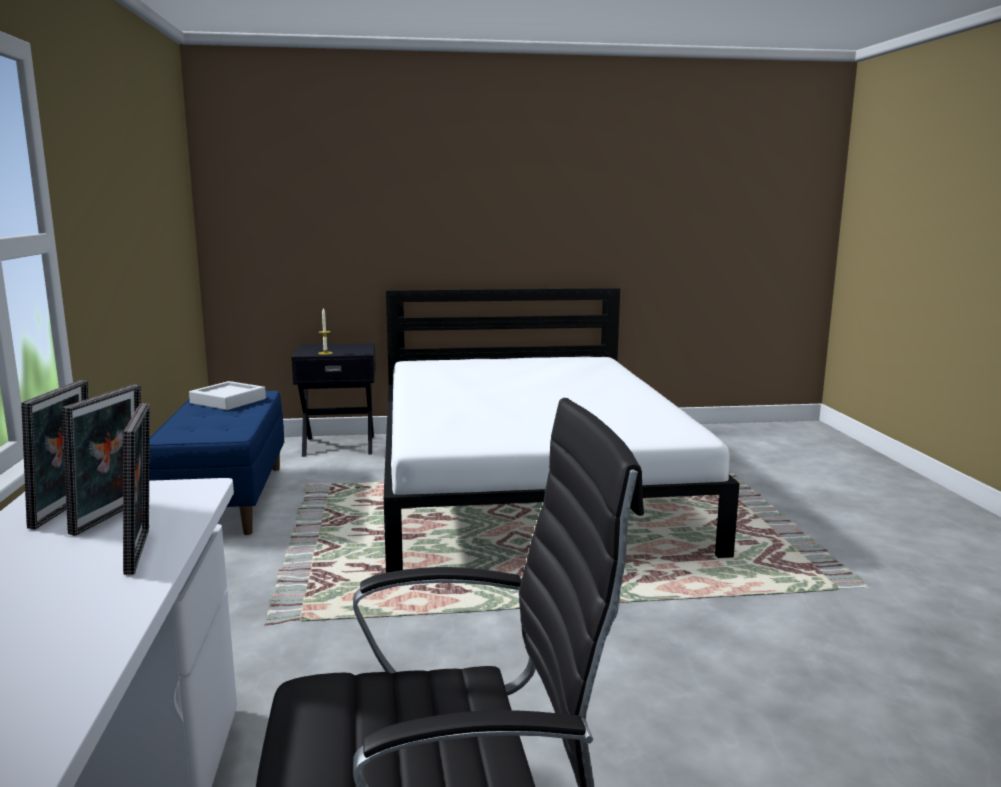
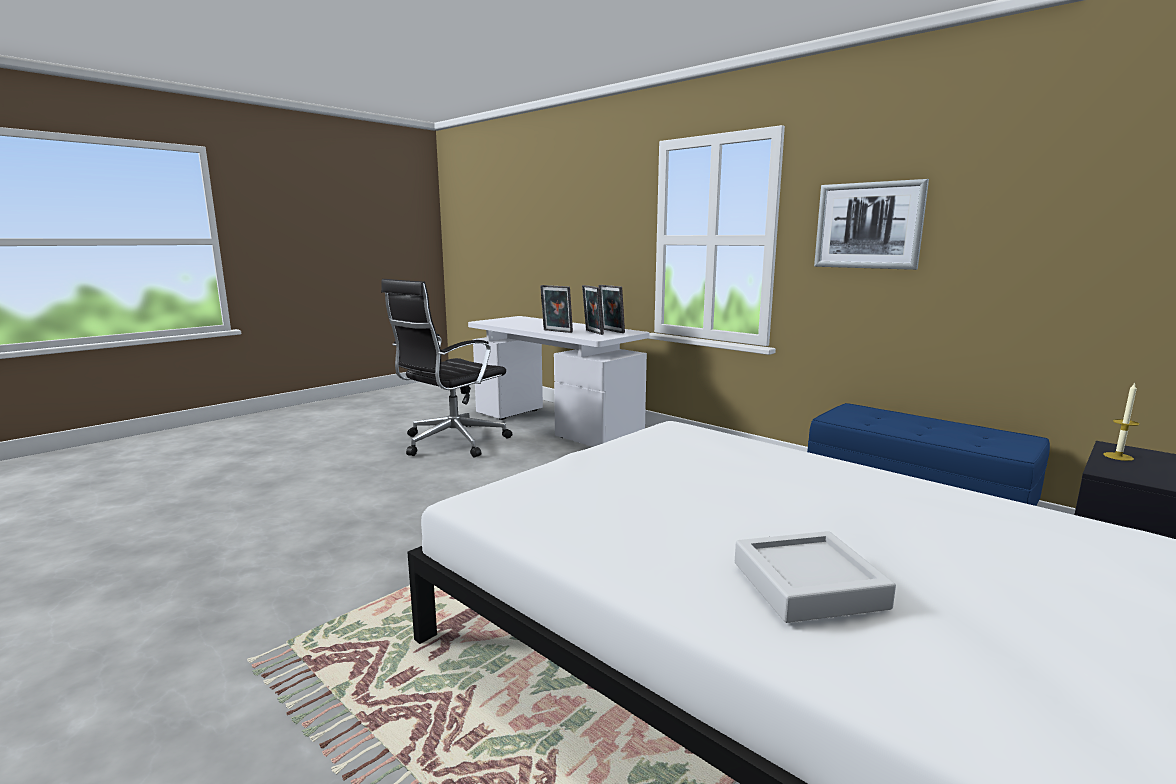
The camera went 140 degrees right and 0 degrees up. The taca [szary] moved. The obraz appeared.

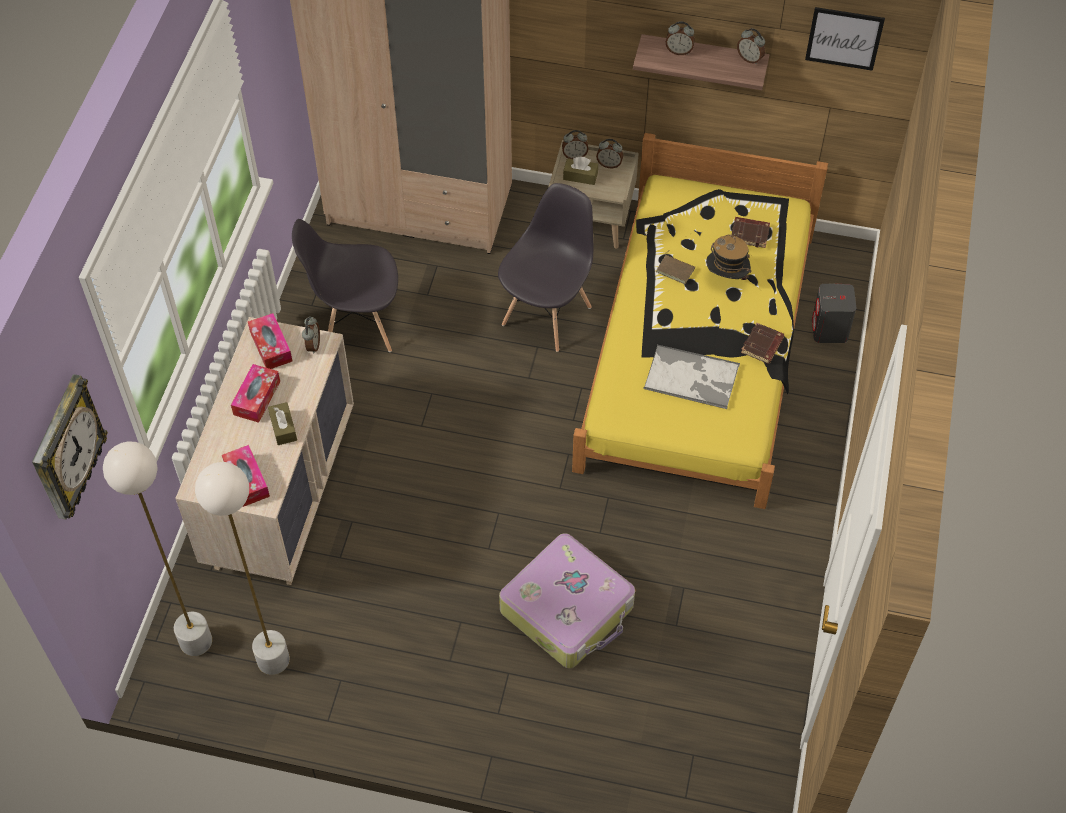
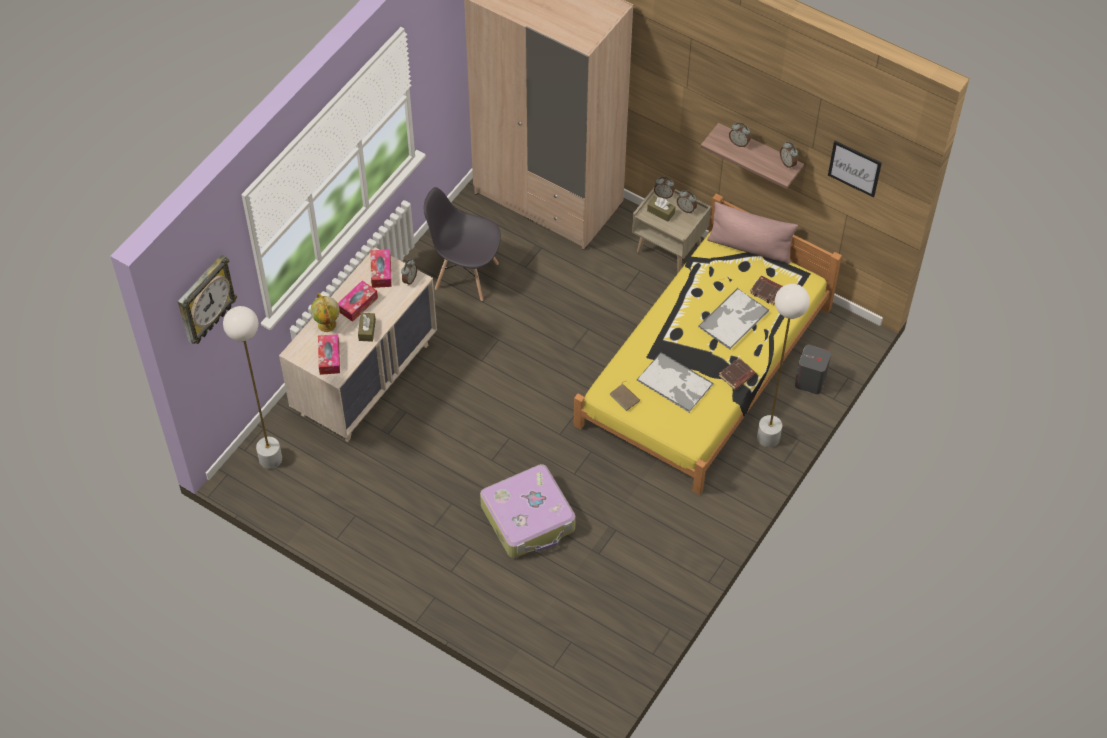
The camera went 20 degrees right and 0 degrees up. The globus appeared. The książka [brązowy] (no. 1 from left) moved. The kapelusz was replaced by the taca (no. 2 from left). The poduszka [różowy] appeared. The lampa stojąca [biały] (no. 2 from left) moved. The krzesło [szary] (no. 2 from left) disappeared.

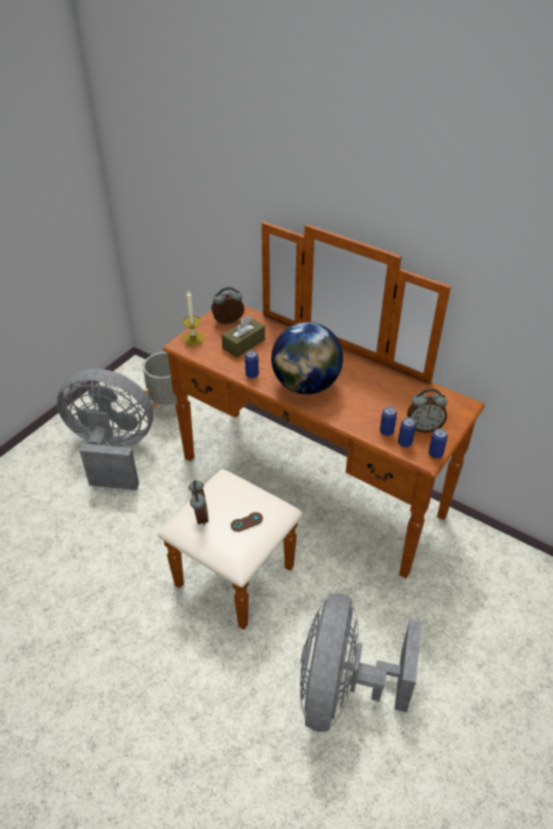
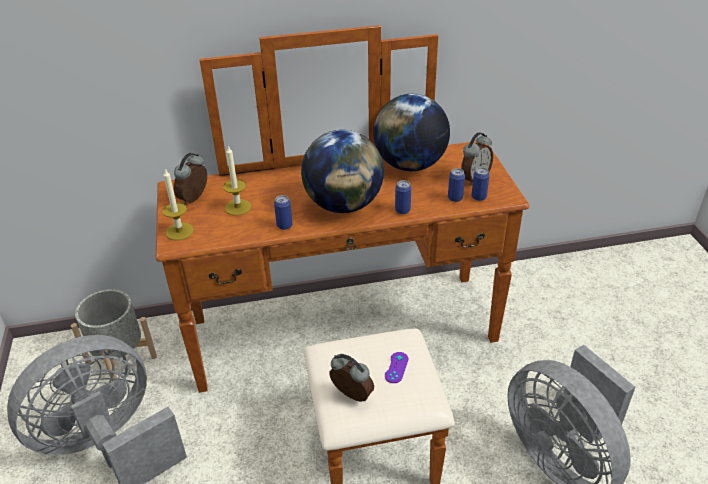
The camera went 45 degrees left and 5 degrees down. The pudełko chusteczek [brązowy] was replaced by the świeca (no. 2 from left). The globus (no. 2 from left) appeared. The pad do gier [brązowy] became the pad do gier [fioletowy]. The puszka (no. 4 from left in the first image) moved.

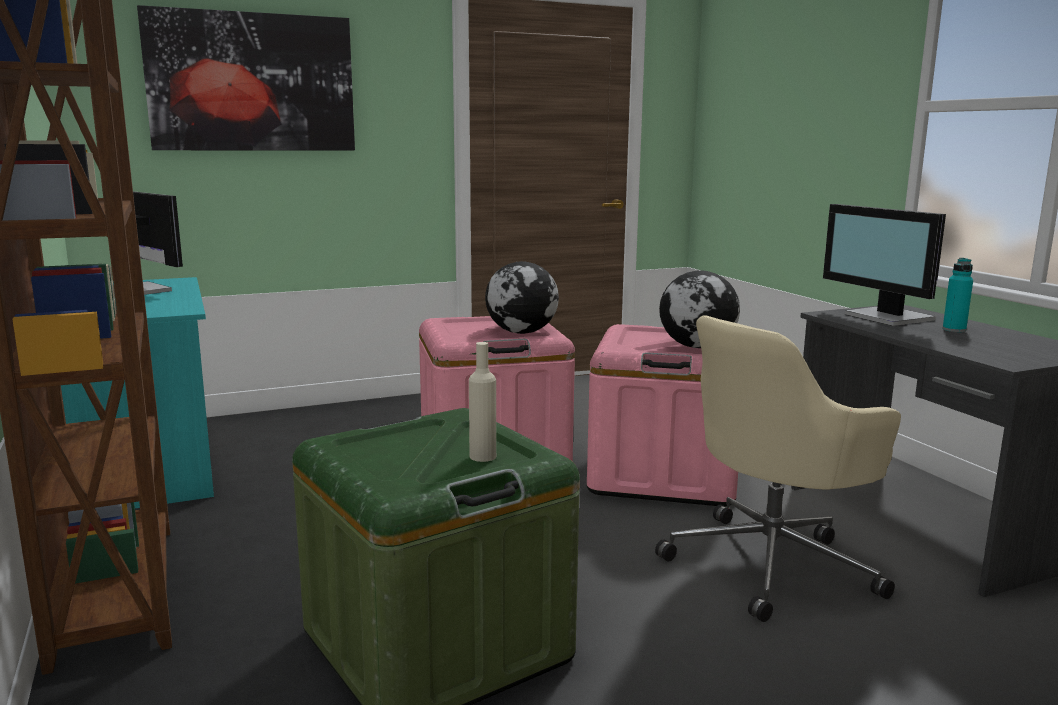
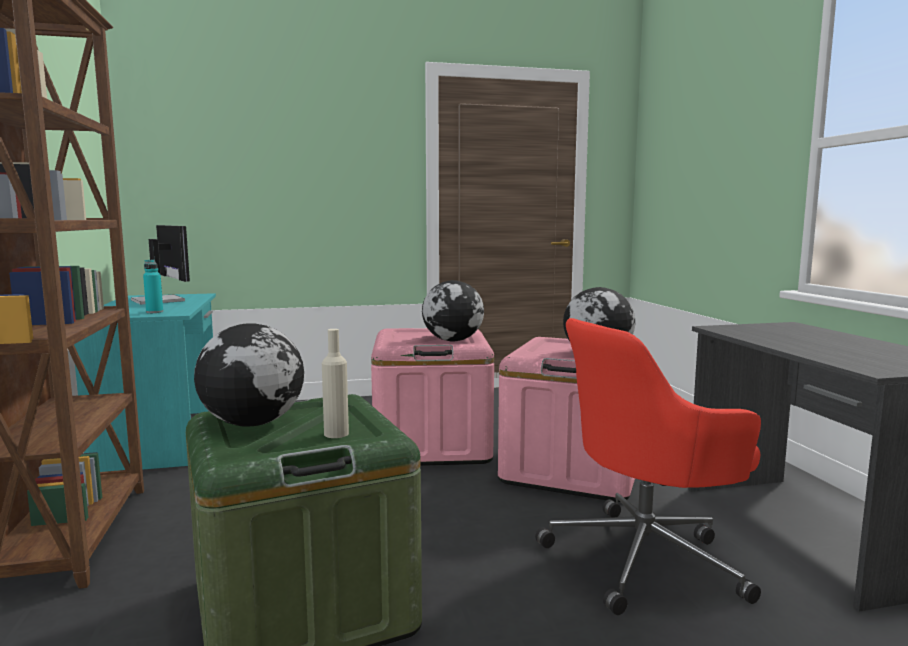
The camera went 10 degrees right and 5 degrees down. The butelka [turkusowy] moved. The globus (no. 1 from left) appeared. The krzesło biurowe [beżowy] became the krzesło biurowe [czerwony]. The obraz disappeared. The monitor (no. 2 from left) disappeared.

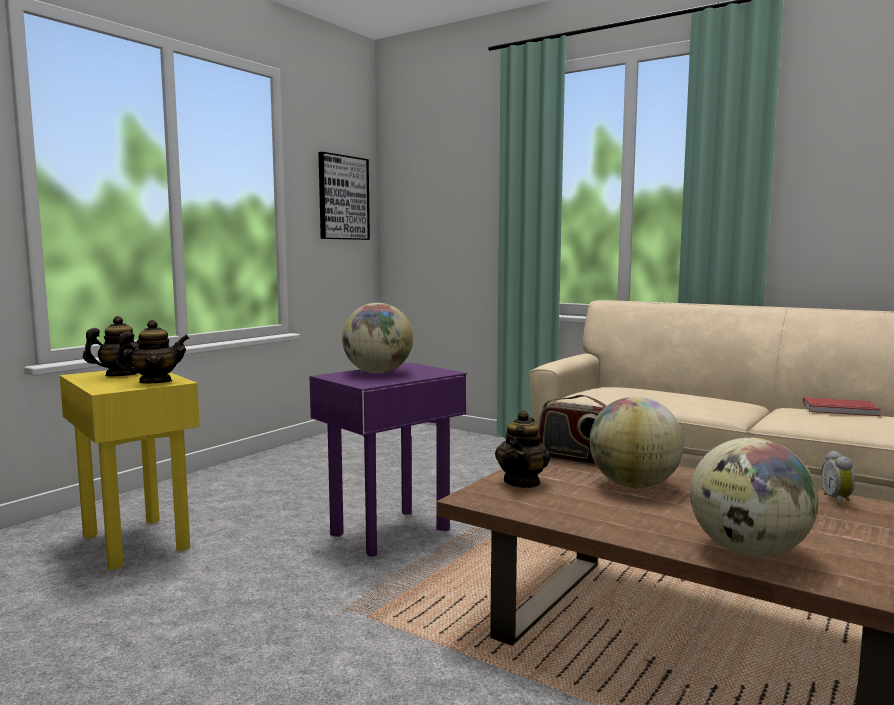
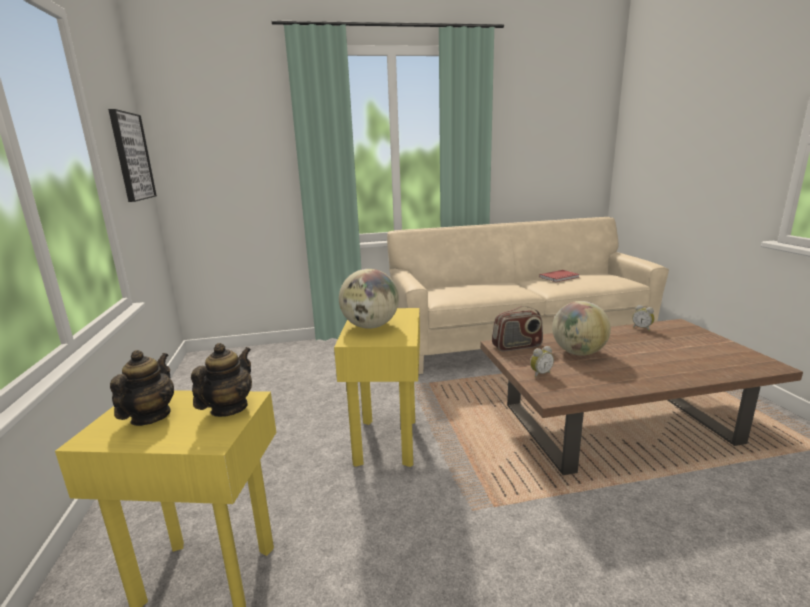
The camera went 45 degrees left and 10 degrees up. The stolik [fioletowy] became the stolik [żółty] (no. 2 from left). The imbryk (no. 3 from left) was replaced by the budzik (no. 1 from left). The globus (no. 3 from left) disappeared.

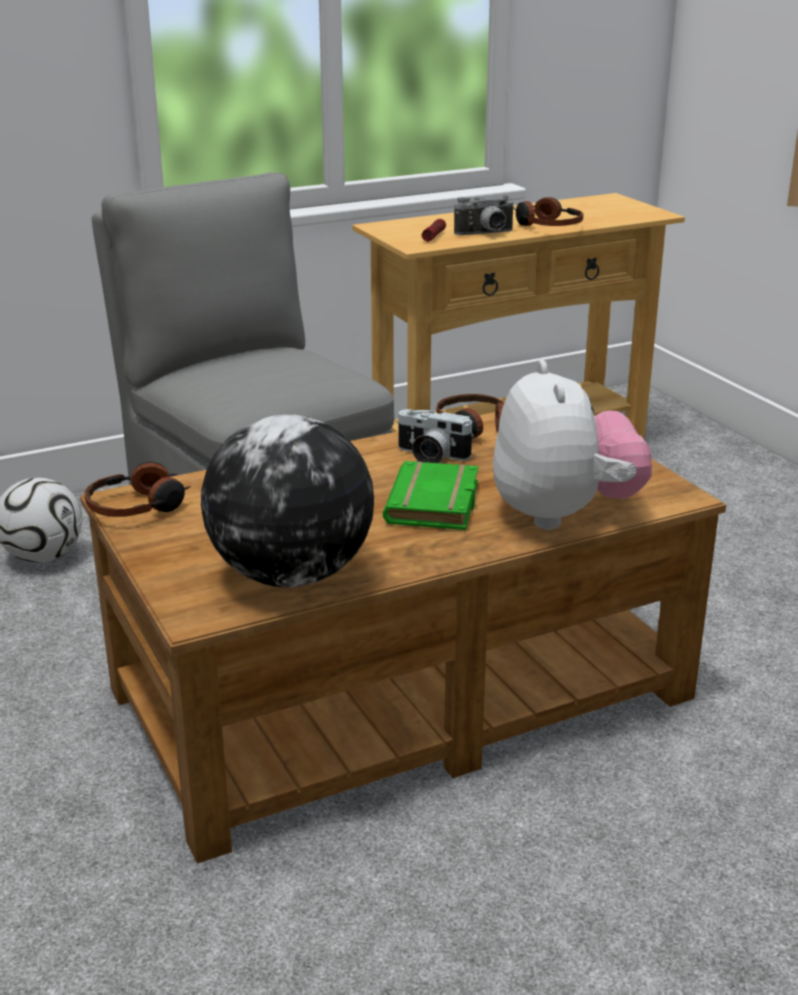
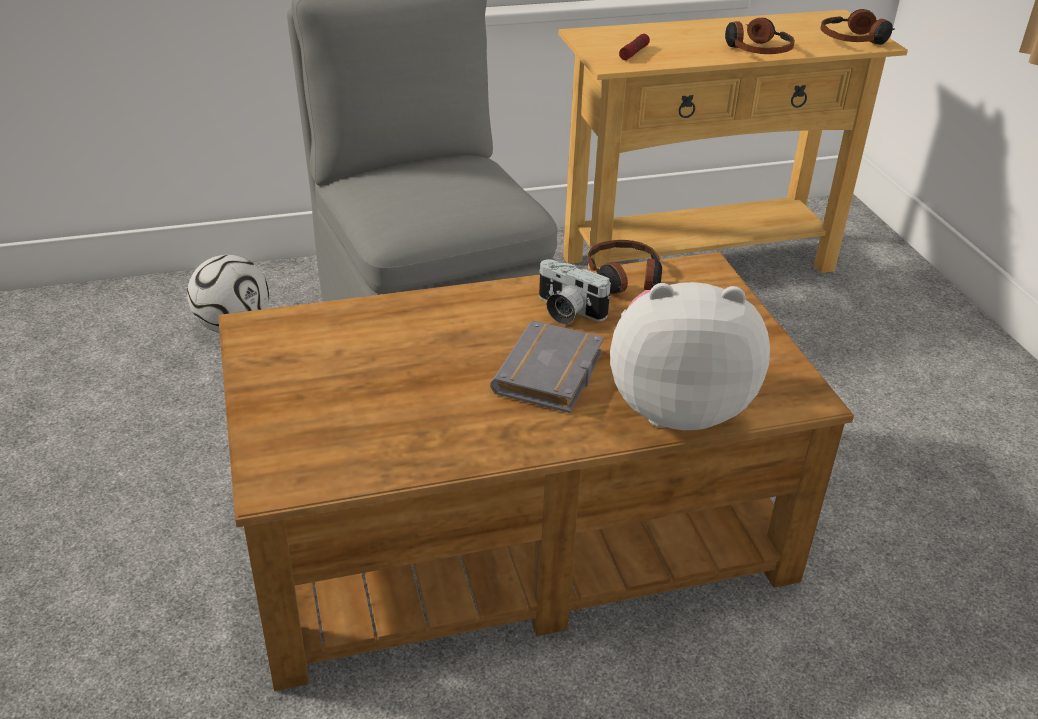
The camera went 10 degrees right and 10 degrees up. The książka [zielony] became the książka [szary]. The pluszak turned 90 degrees counterclockwise. The słuchawki (no. 1 from left in the first image) moved. The globus disappeared. The aparat fotograficzny (no. 2 from left) disappeared.

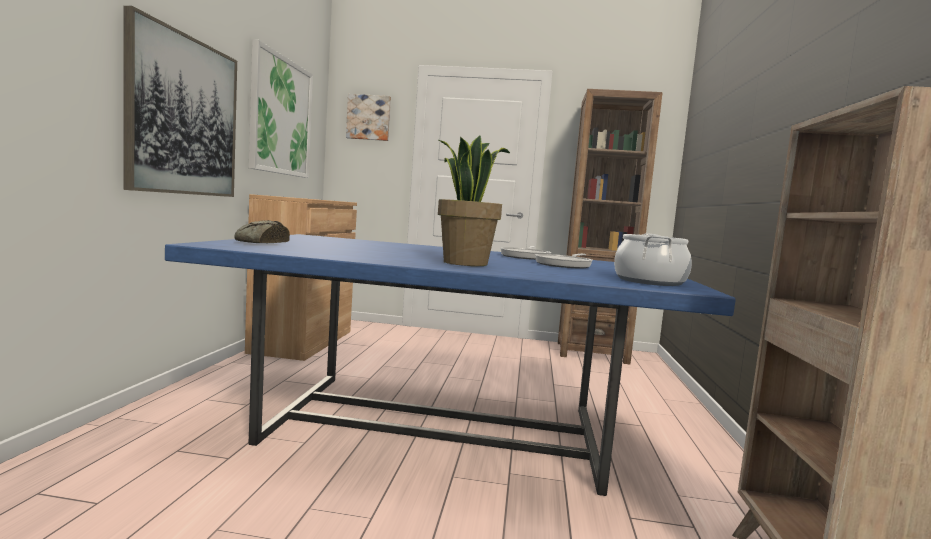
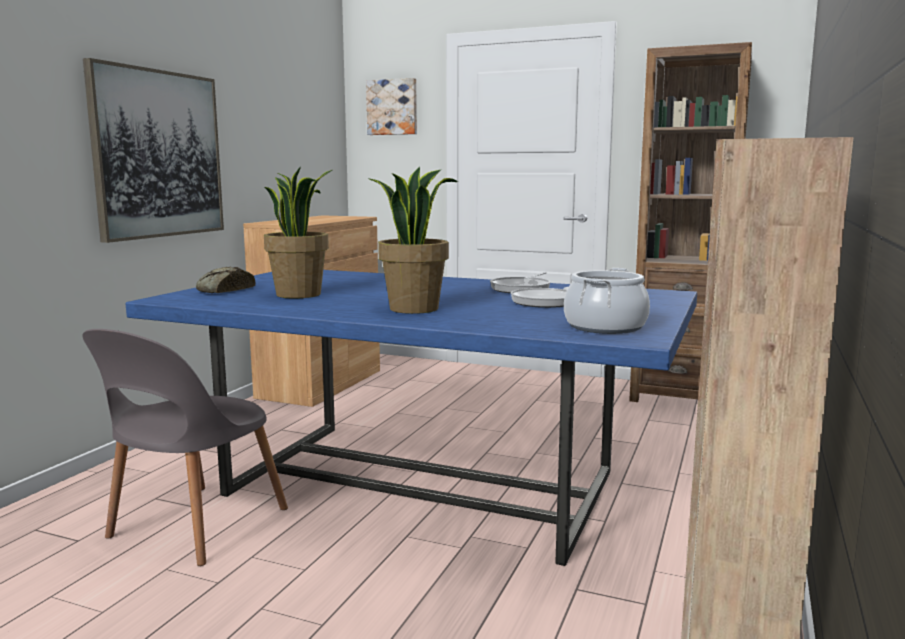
The camera went 15 degrees right and 5 degrees up. The krzesło [szary] appeared. The roślina doniczkowa (no. 1 from left) appeared. The obraz (no. 2 from left) disappeared.

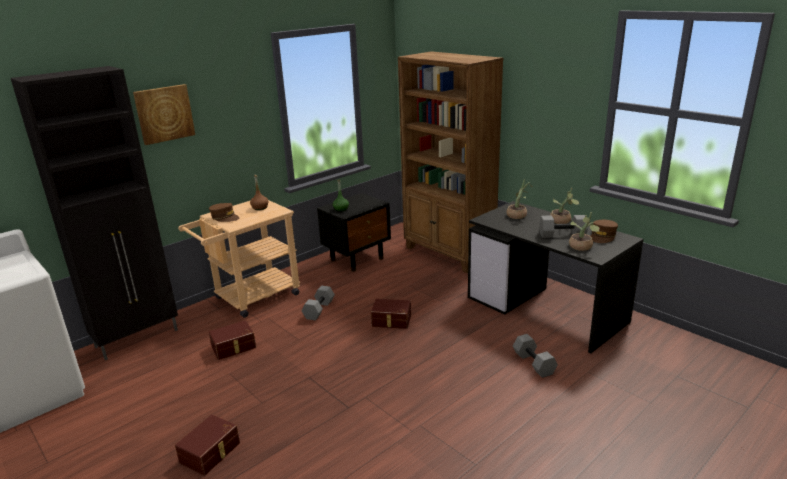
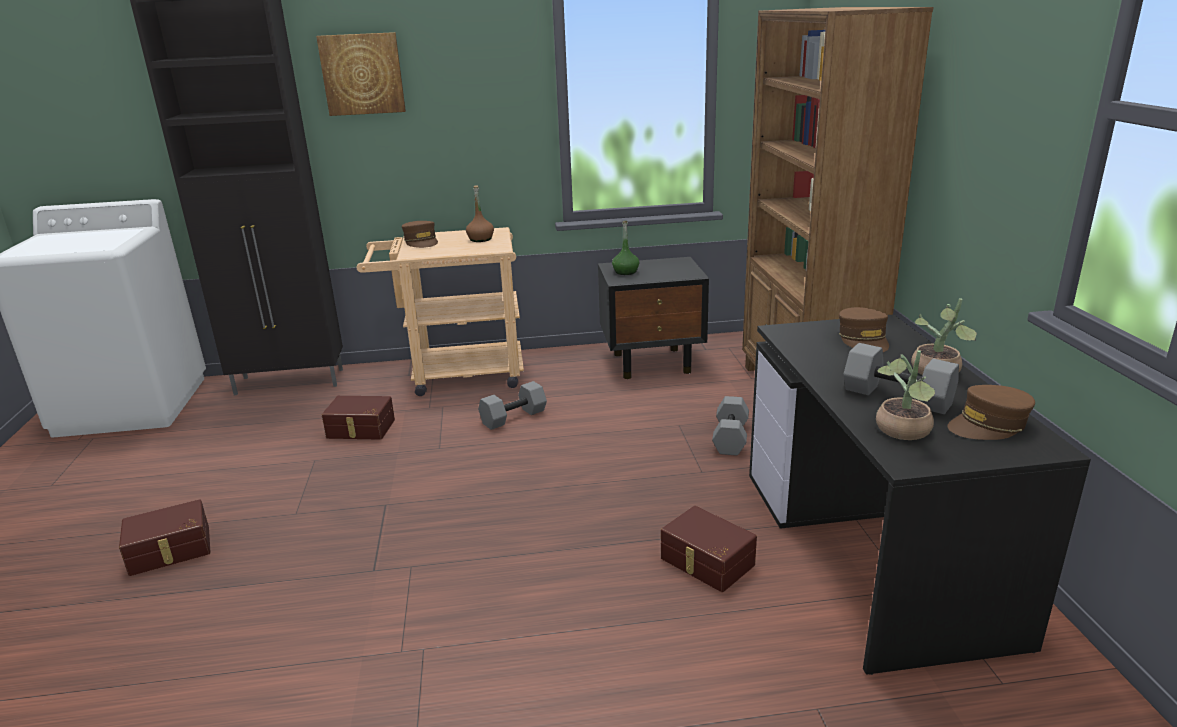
The camera went 35 degrees right and 0 degrees up. The pojemnik do przechowywania [brązowy] (no. 3 from left) moved. The hantel [szary] (no. 2 from left) moved. The roślina doniczkowa (no. 1 from left) was replaced by the czapka z daszkiem [brązowy] (no. 2 from left).

